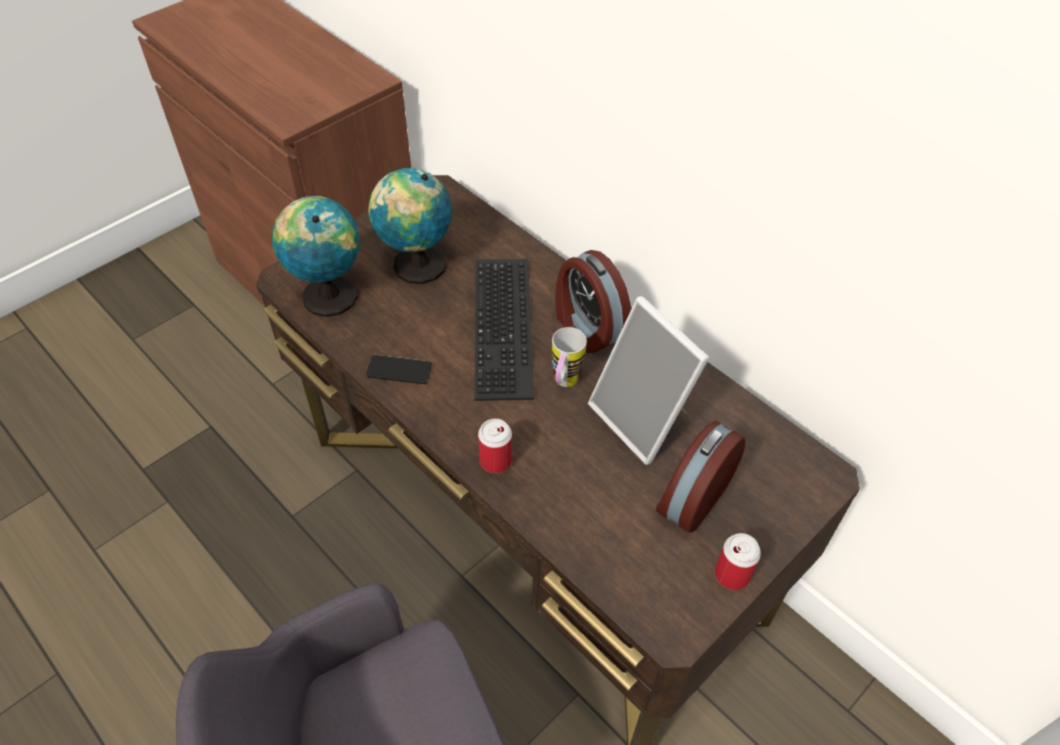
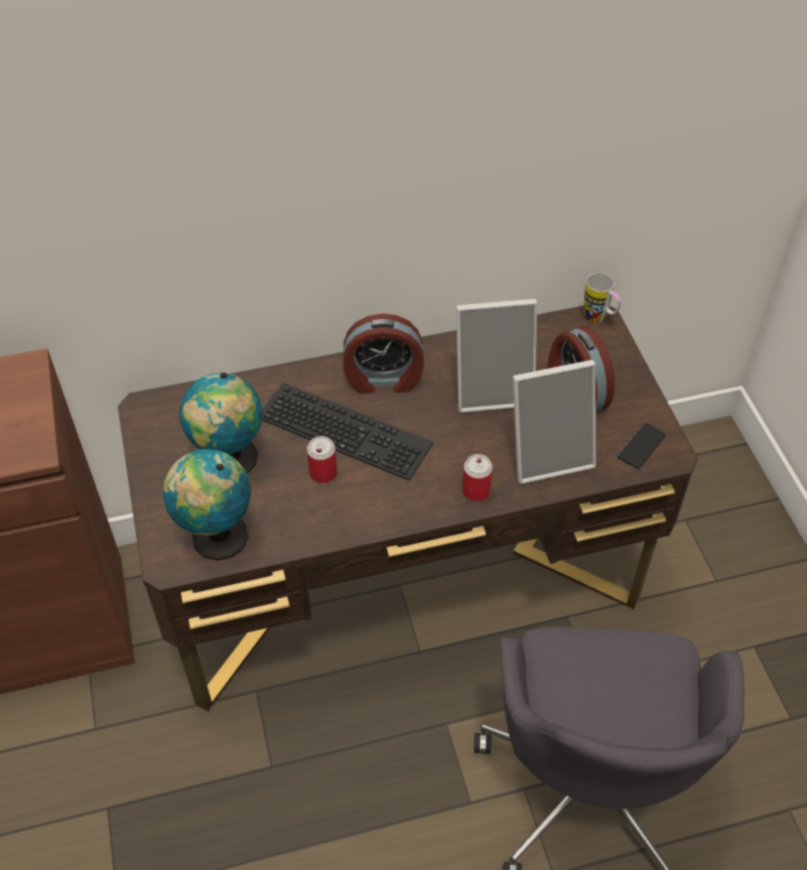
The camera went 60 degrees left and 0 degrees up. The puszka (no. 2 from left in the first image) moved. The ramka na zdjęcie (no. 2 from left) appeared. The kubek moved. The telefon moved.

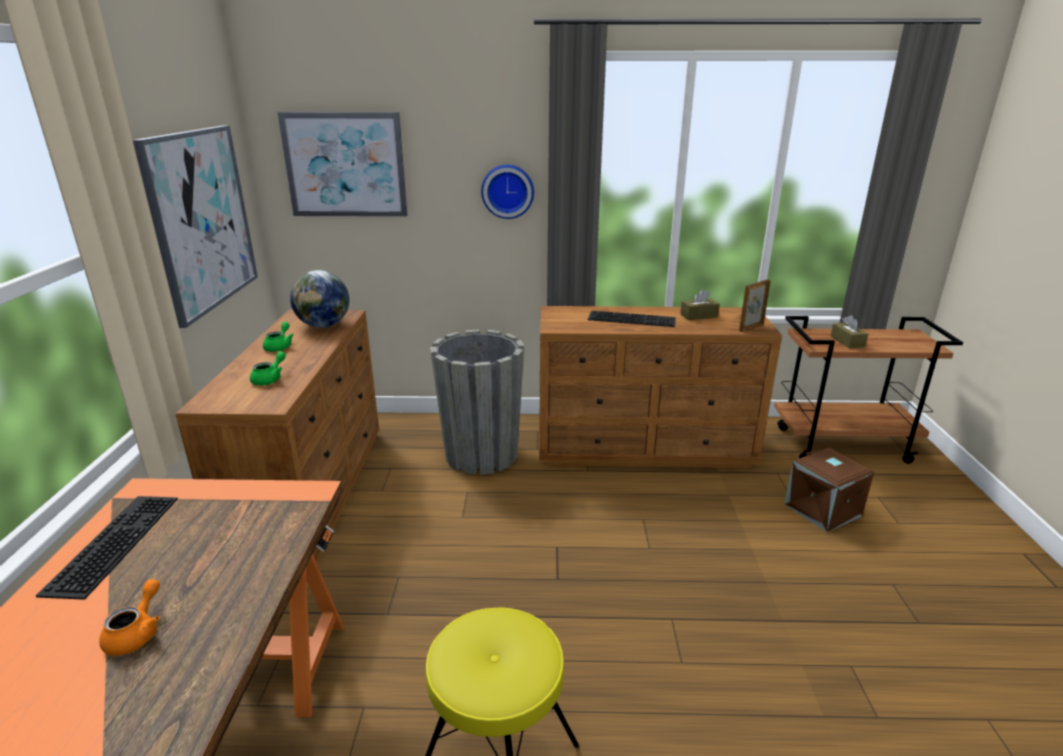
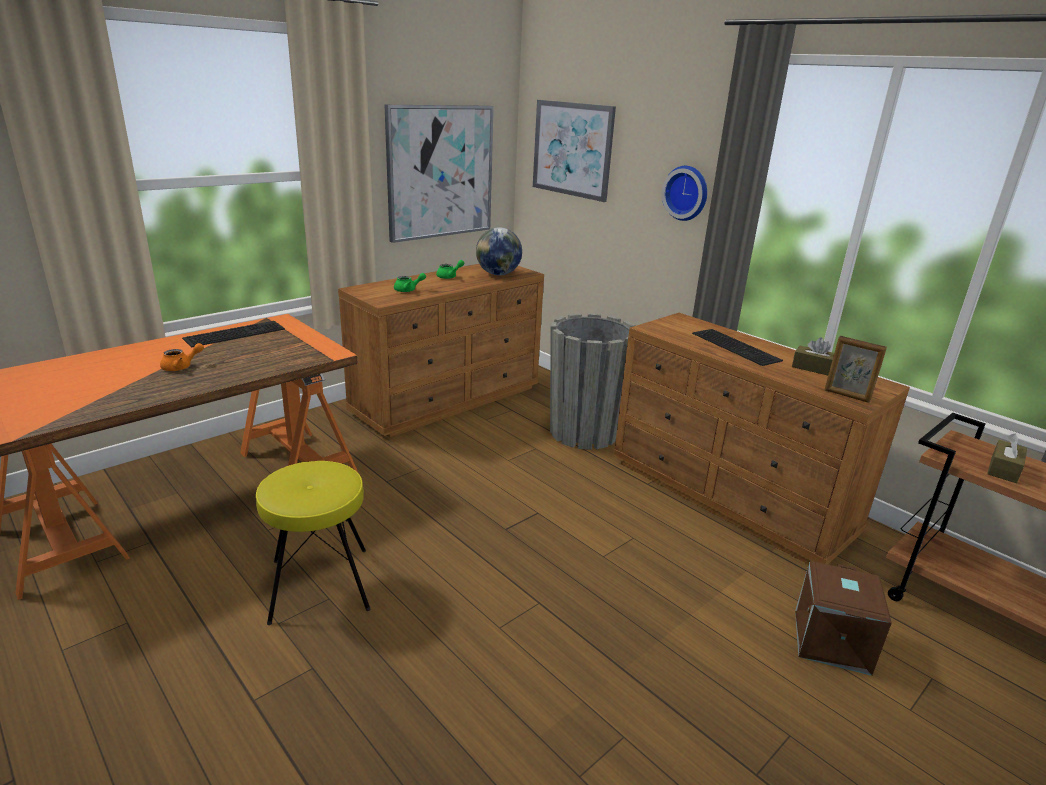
The camera went 45 degrees right and 0 degrees up. The ramka na zdjęcie turned 150 degrees counterclockwise.

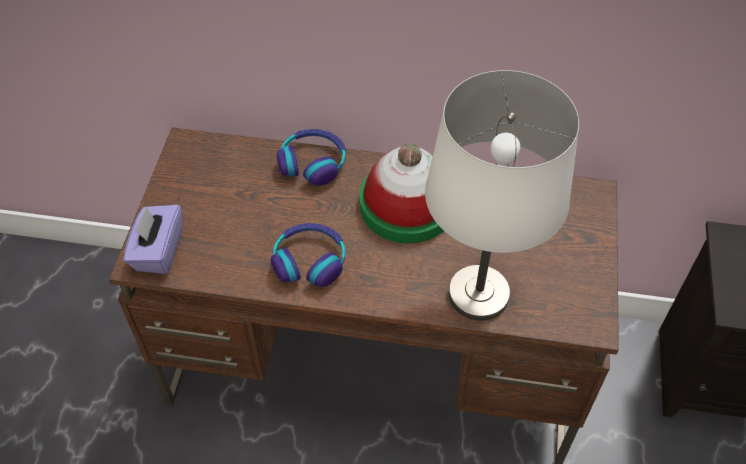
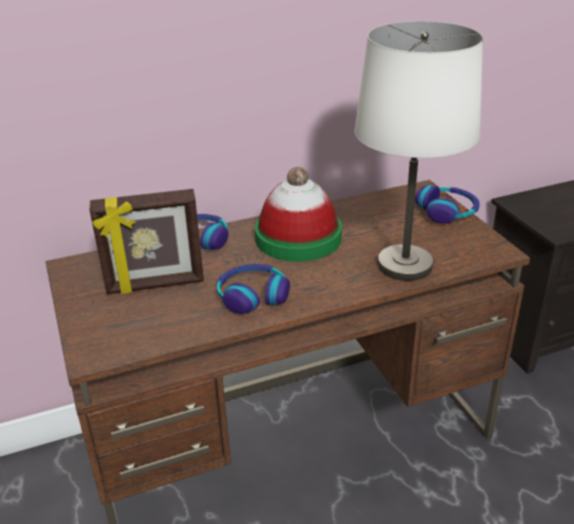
The camera went 30 degrees left and 20 degrees down. The ramka na zdjęcie appeared. The słuchawki (no. 3 from left) appeared. The pudełko chusteczek [fioletowy] disappeared.

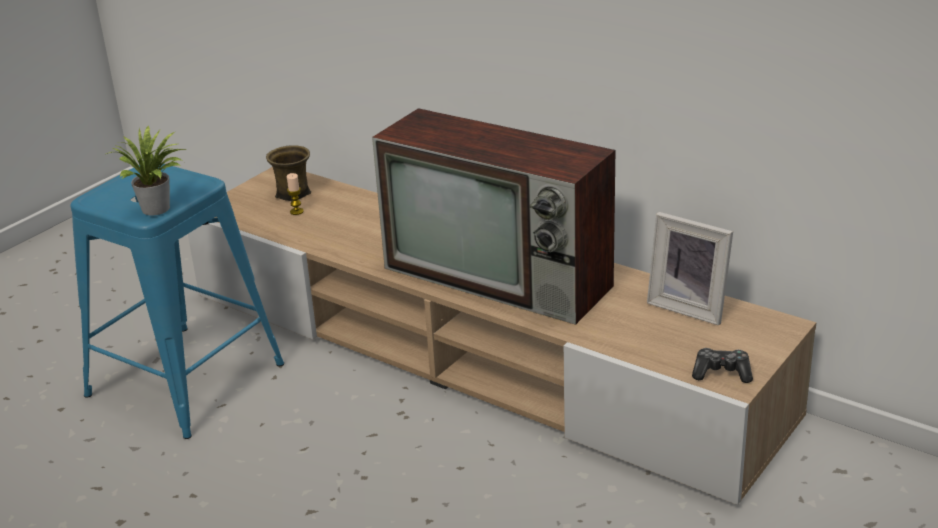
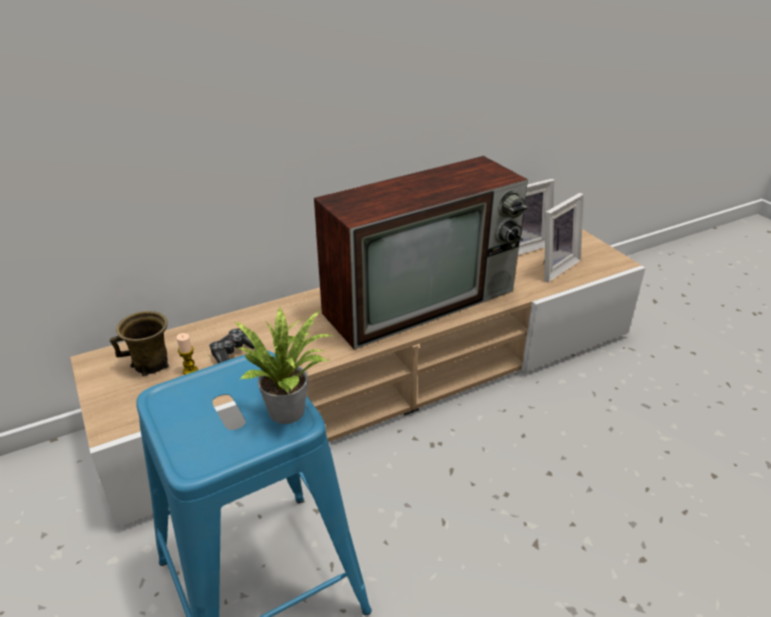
The camera went 65 degrees left and 5 degrees up. The pad do gier moved. The ramka na zdjęcie (no. 2 from left) appeared.

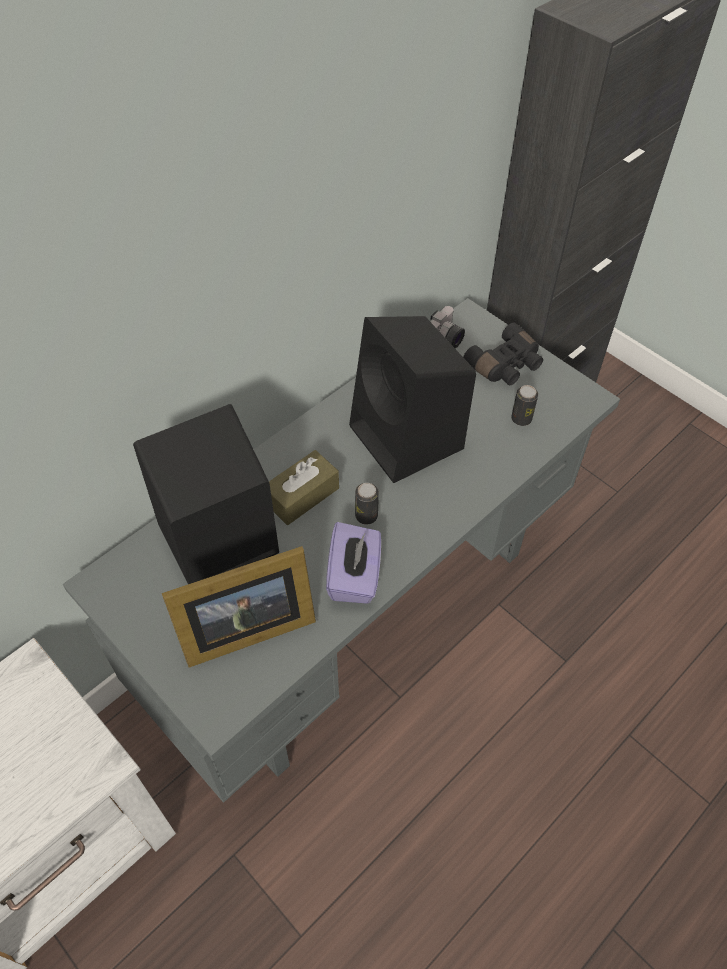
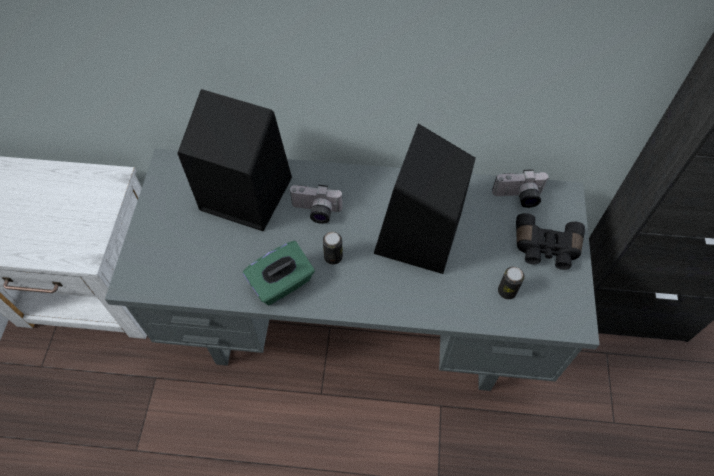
The camera went 50 degrees right and 5 degrees up. The pudełko chusteczek [fioletowy] became the pudełko chusteczek [zielony]. The pudełko chusteczek [brązowy] was replaced by the aparat fotograficzny (no. 1 from left). The ramka na zdjęcie disappeared.

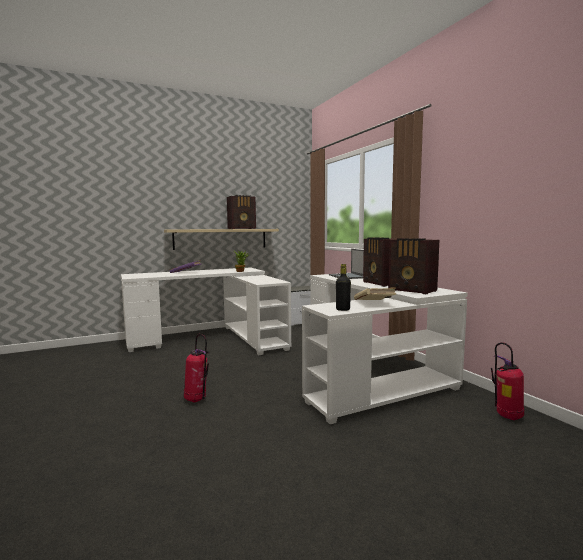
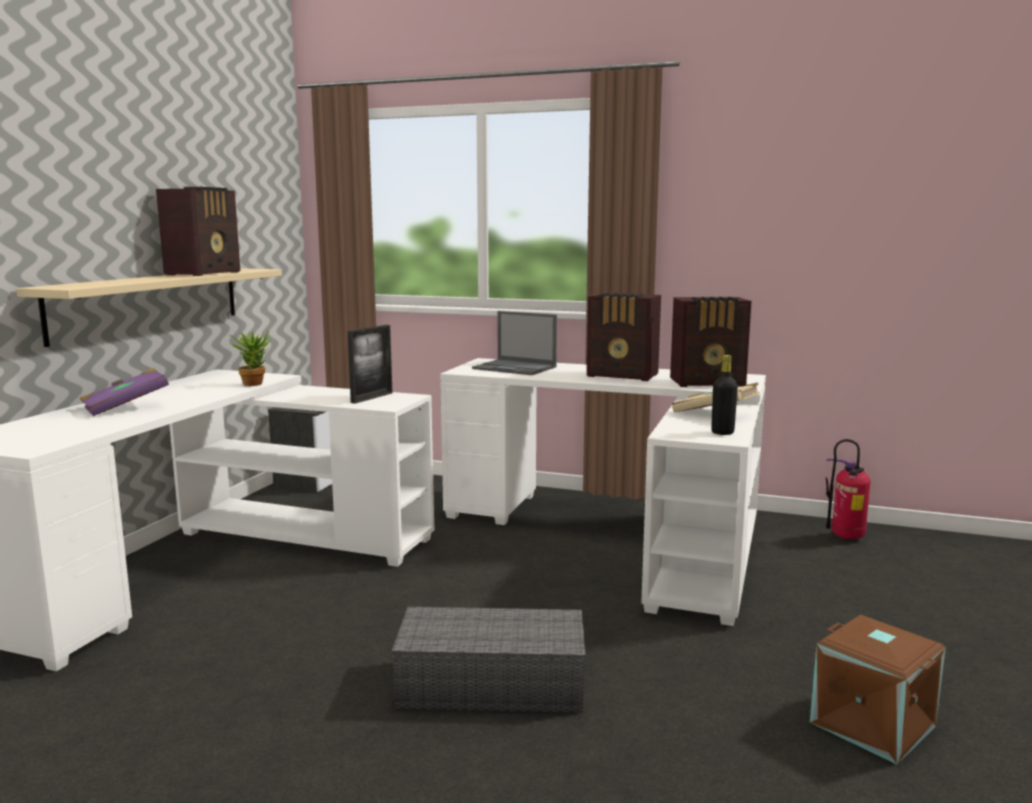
The camera went 45 degrees left and 5 degrees up. The ramka na zdjęcie appeared. The gaśnica (no. 1 from left) was replaced by the pojemnik do przechowywania [szary]. The pojemnik do przechowywania [brązowy] appeared.

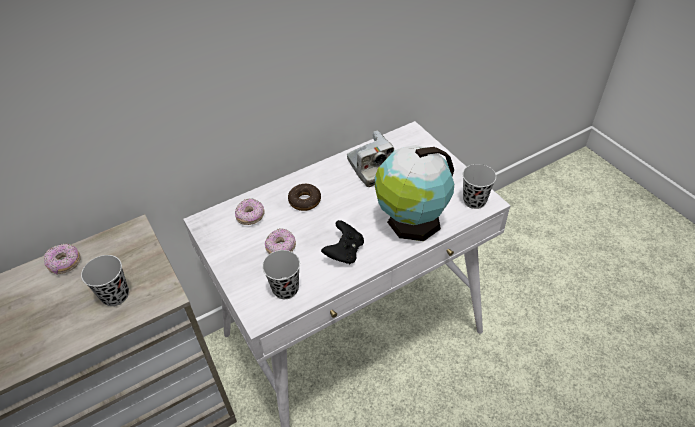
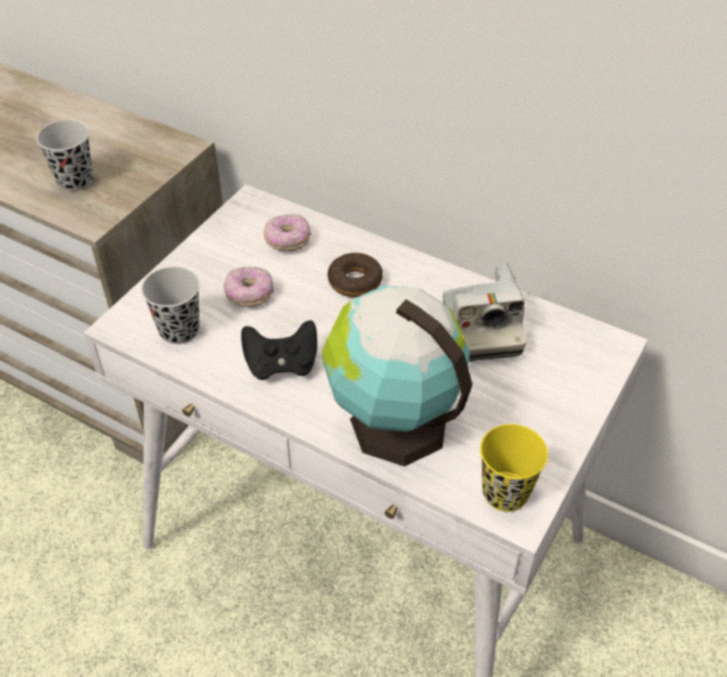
The camera went 60 degrees right and 0 degrees up. The aparat fotograficzny turned 45 degrees counterclockwise. The filiżanka [czarny] (no. 3 from left) became the filiżanka [żółty]. The donut (no. 1 from left) disappeared.

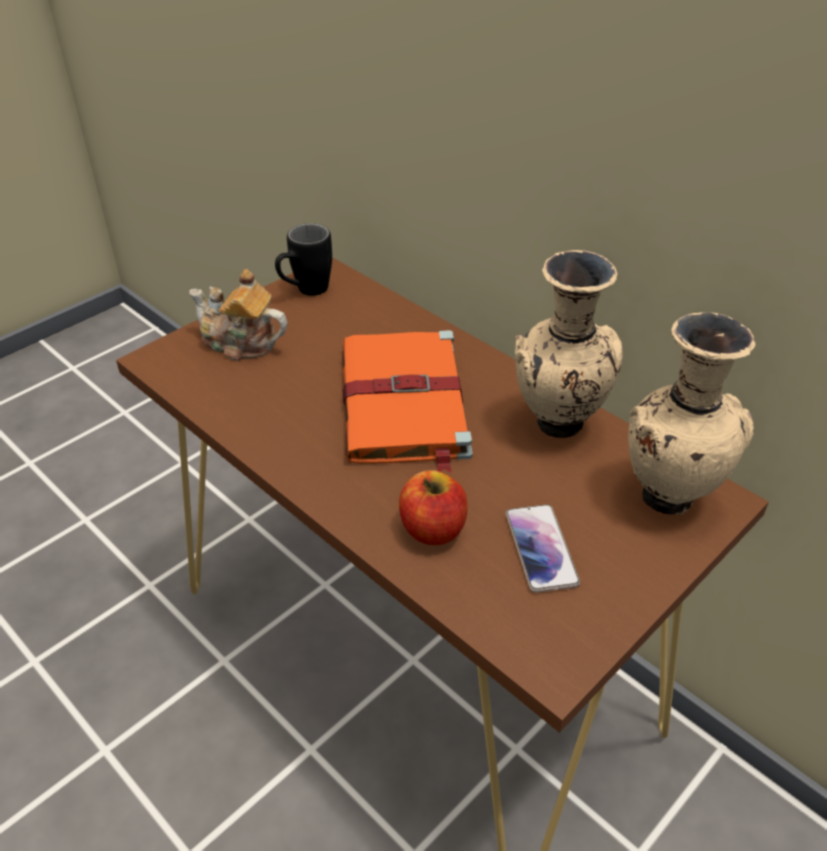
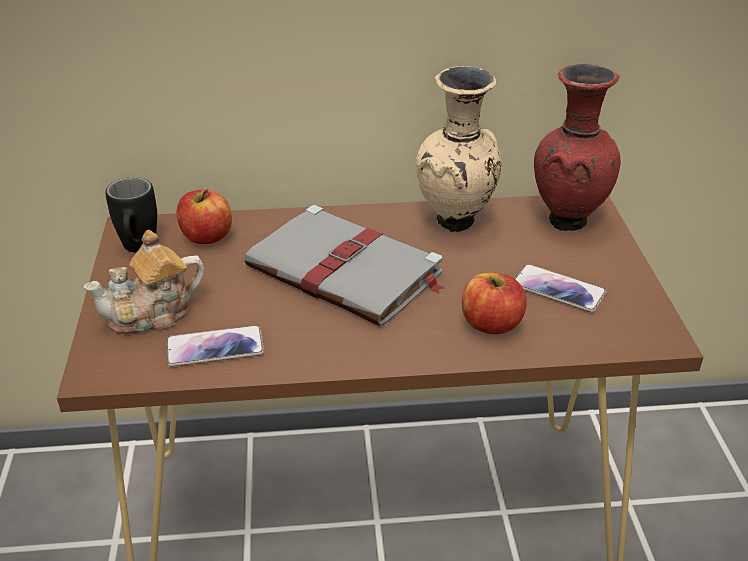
The camera went 50 degrees left and 5 degrees down. The telefon (no. 1 from left) appeared. The jabłko (no. 1 from left) appeared. The książka [pomarańczowy] became the książka [szary]. The wazon [beżowy] (no. 2 from left) became the wazon [czerwony].

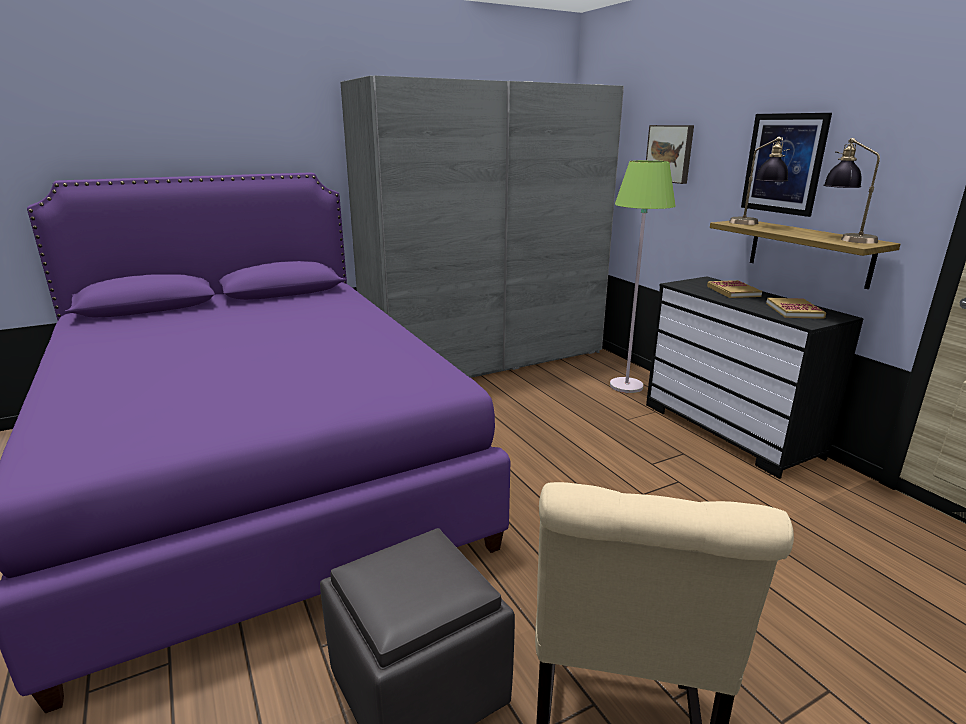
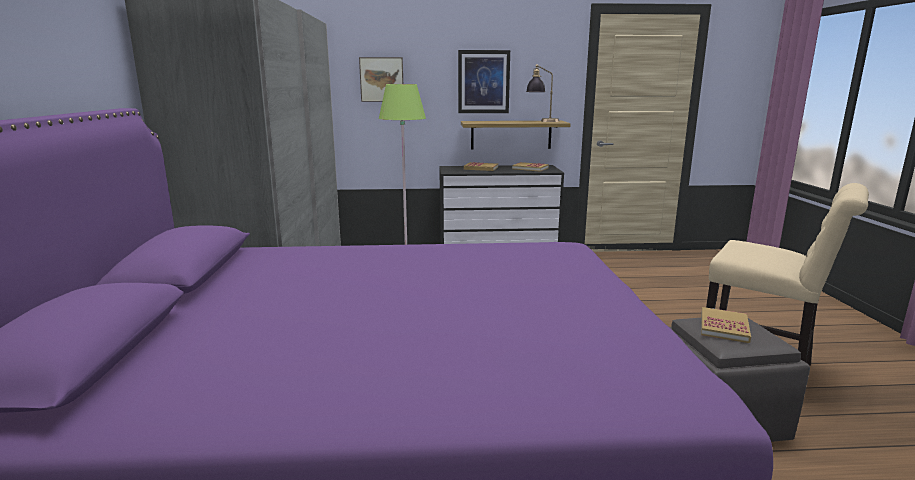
The camera went 65 degrees left and 5 degrees down. The książka (no. 3 from left) appeared. The lampa stołowa (no. 1 from left) disappeared.

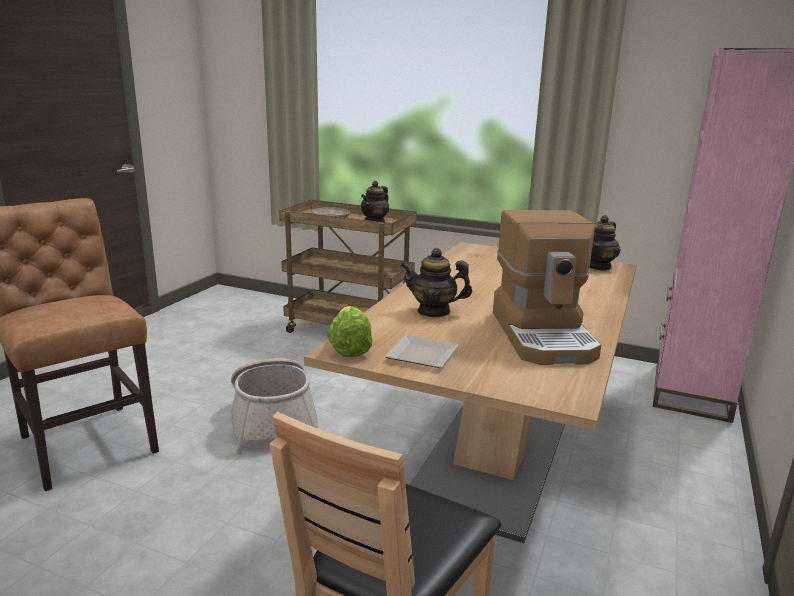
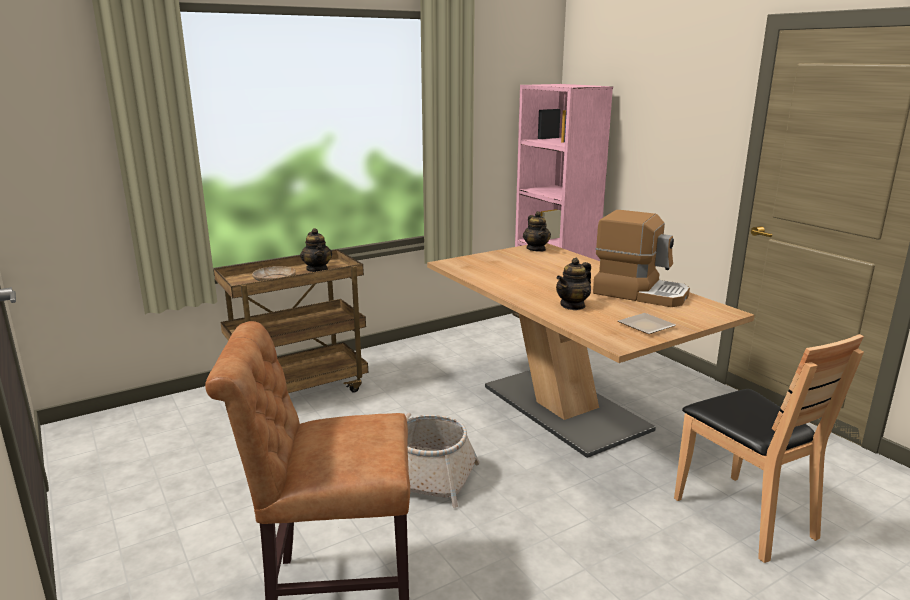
The camera went 55 degrees left and 0 degrees up. The sałata disappeared.

